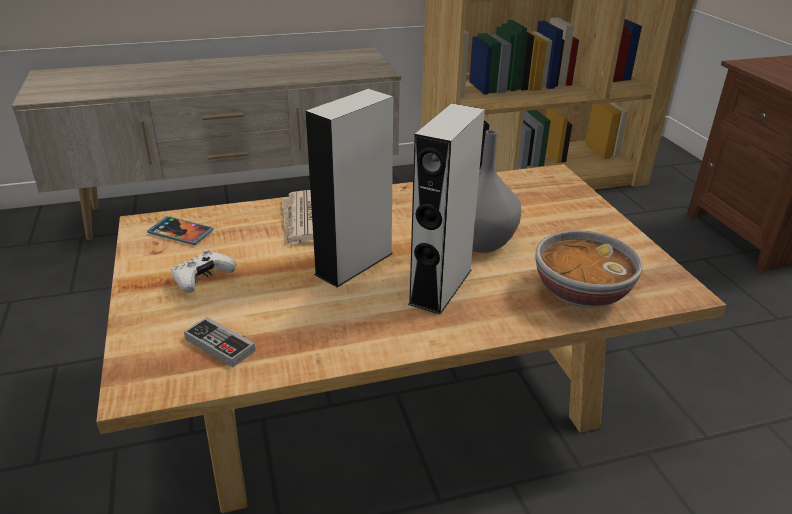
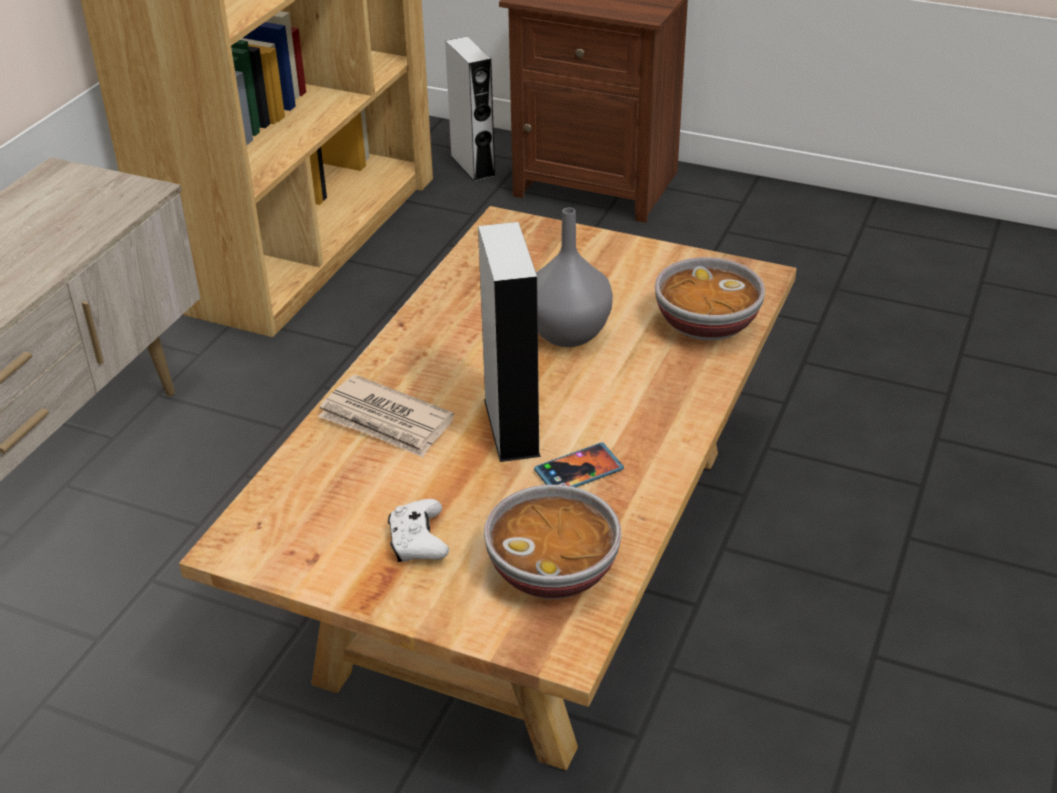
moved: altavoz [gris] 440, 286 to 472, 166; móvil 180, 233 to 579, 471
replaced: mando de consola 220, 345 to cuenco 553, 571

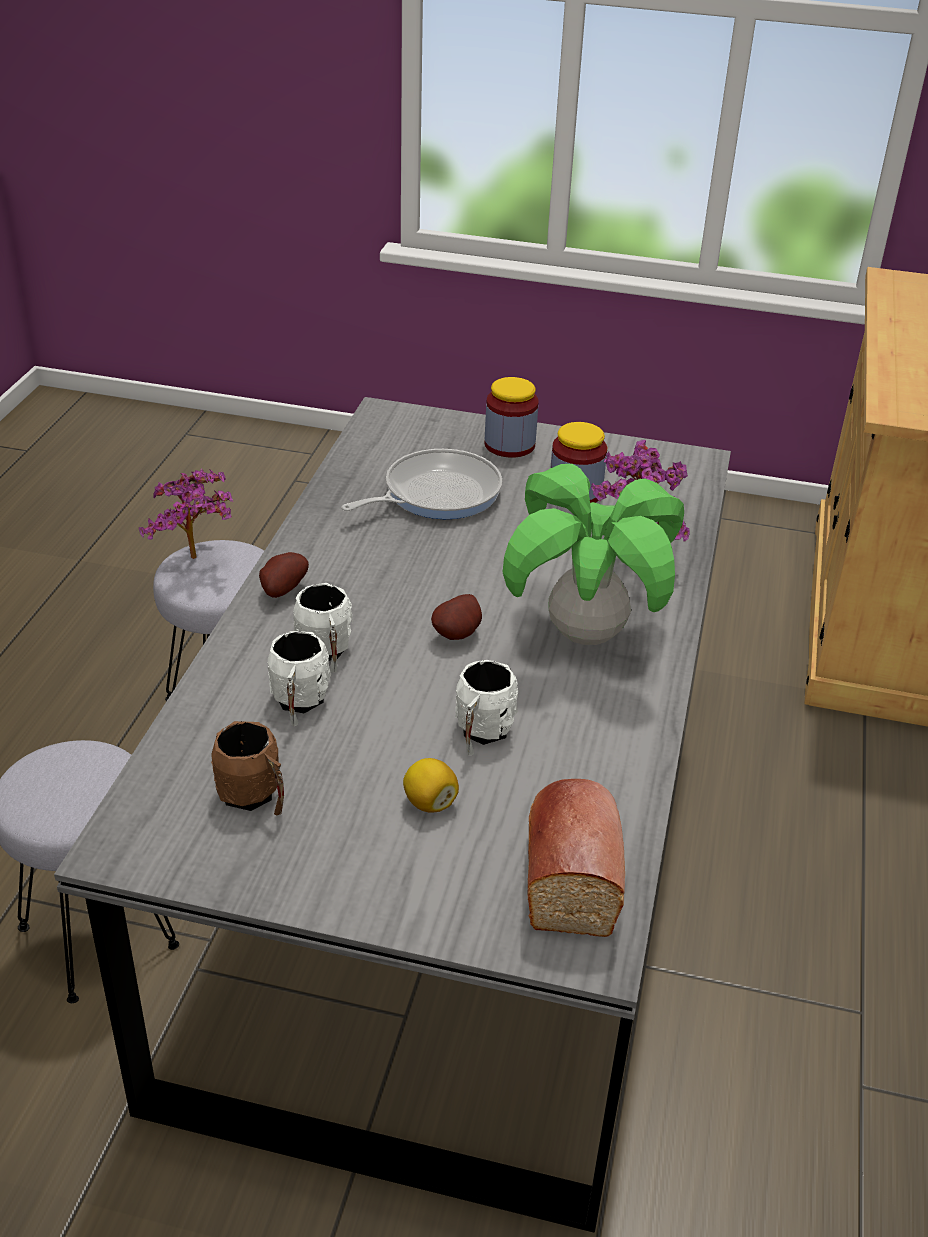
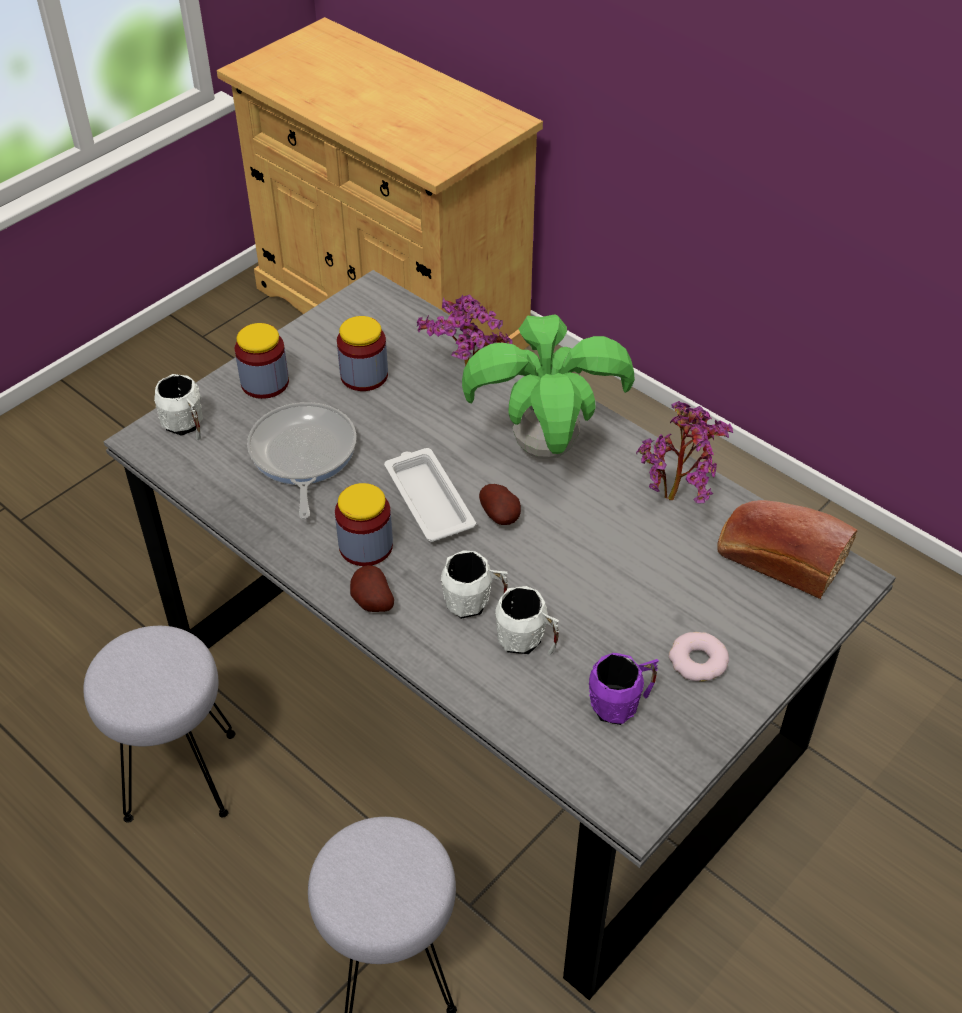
removed: limón 429, 802
added: bandeja [blanco] 428, 499; tarro 366, 546; rosquilla 698, 661
moved: planta en maceta 197, 561 to 678, 498; taza grande [blanco] 481, 734 to 186, 427
recoloured: taza grande [marrón] 255, 797 to taza grande [morado] 621, 704

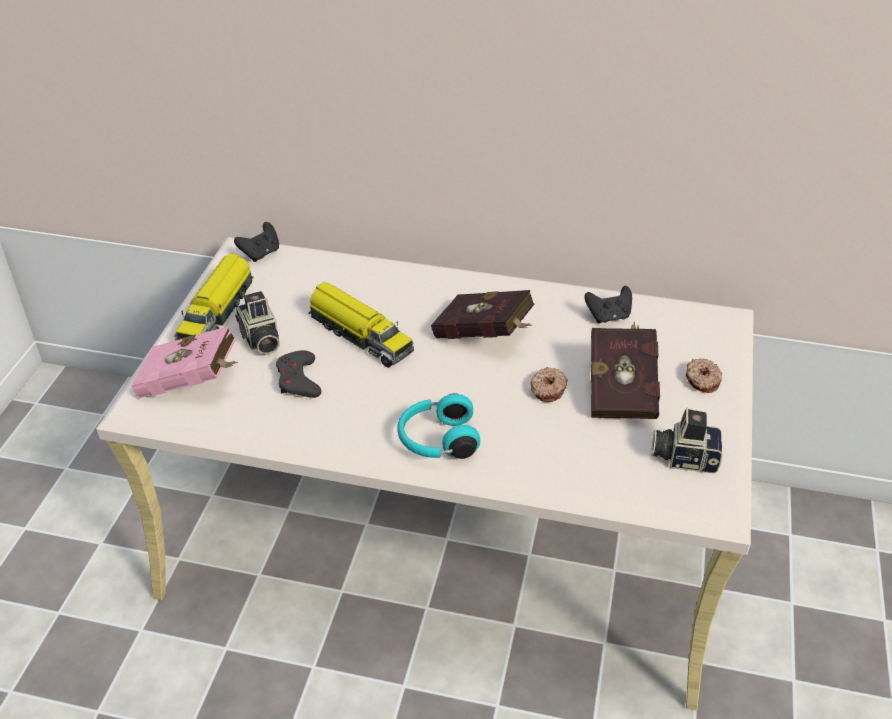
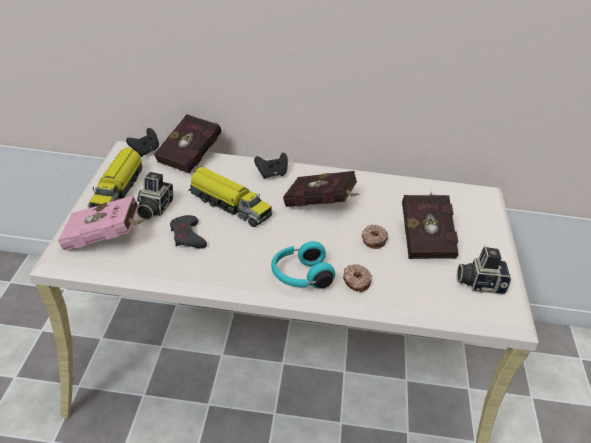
added: libro [rojo] 191, 157
moved: mando de consola [negro] 608, 316 to 271, 174; rosquilla 702, 380 to 356, 282
turned: cámara 260, 339 = 153, 209 45 degrees clockwise

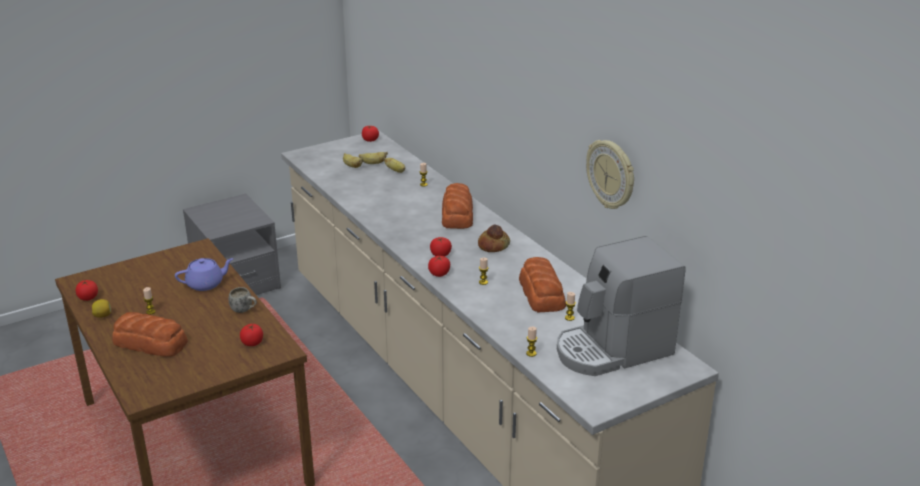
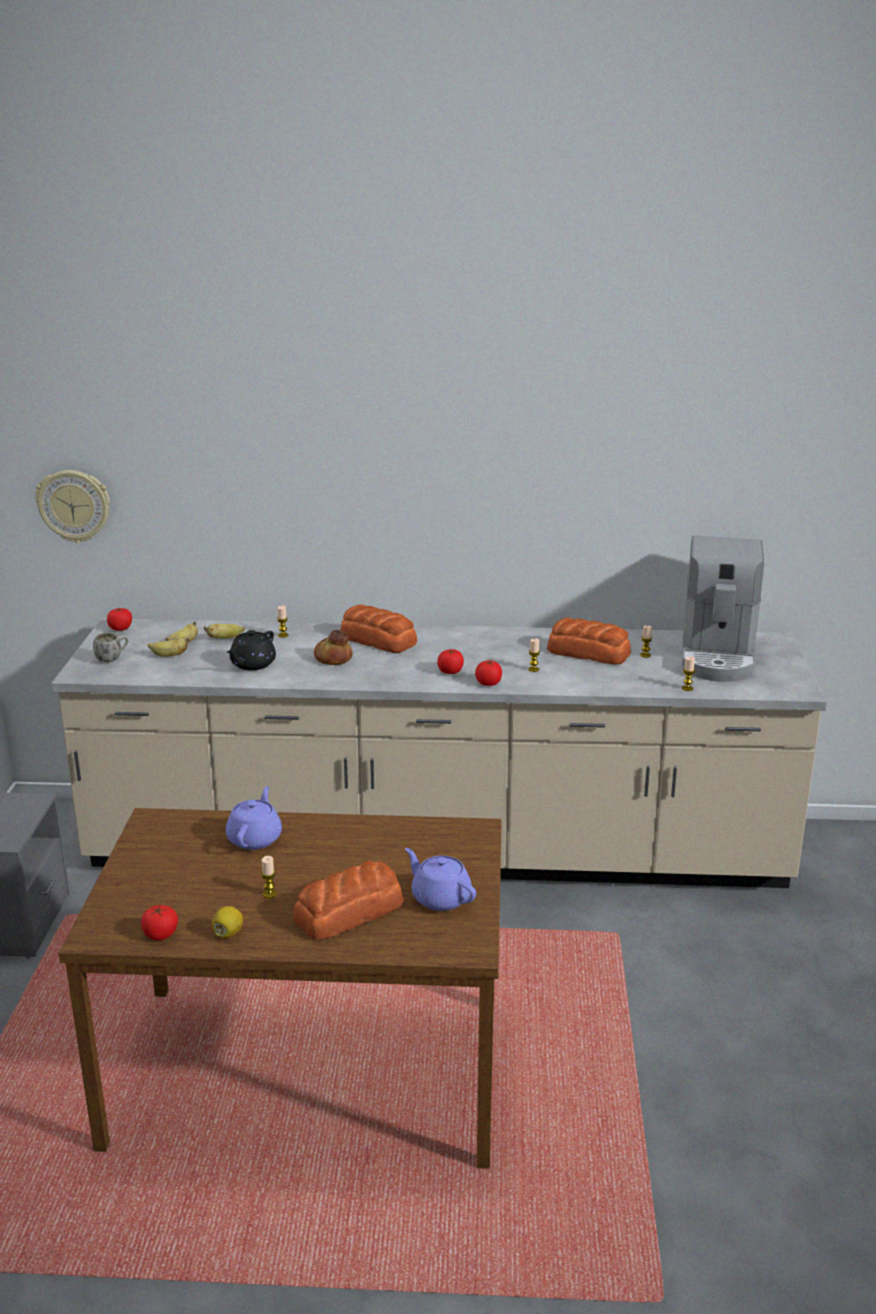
removed: tomate 252, 343
added: tetera [negro] 252, 664; tetera [morado] 440, 898
moved: reloj de pared 611, 174 to 74, 505; pan 493, 245 to 333, 658; taza grande [blanco] 244, 310 to 112, 659

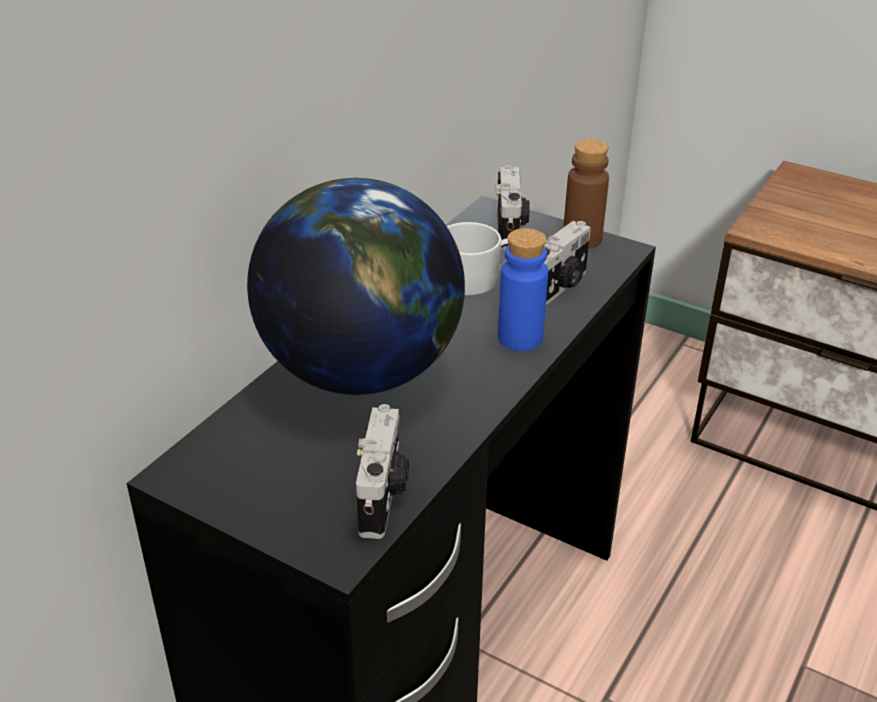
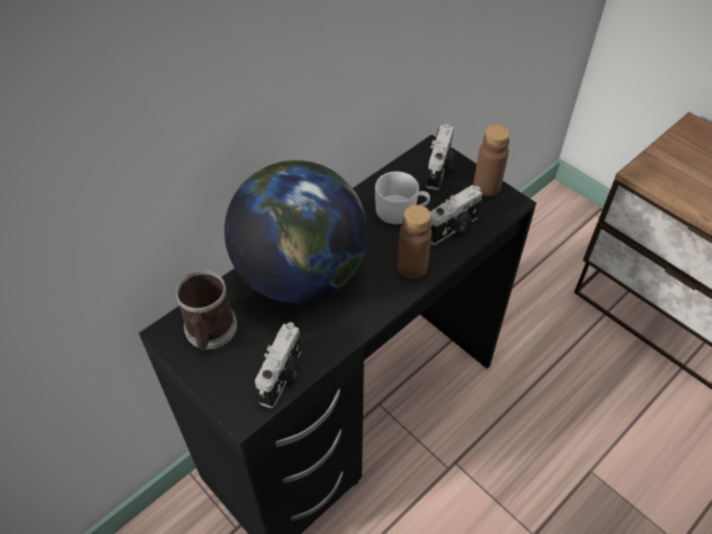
added: taza grande 210, 332
recoloured: botella [azul] 520, 338 to botella [marrón] 412, 267

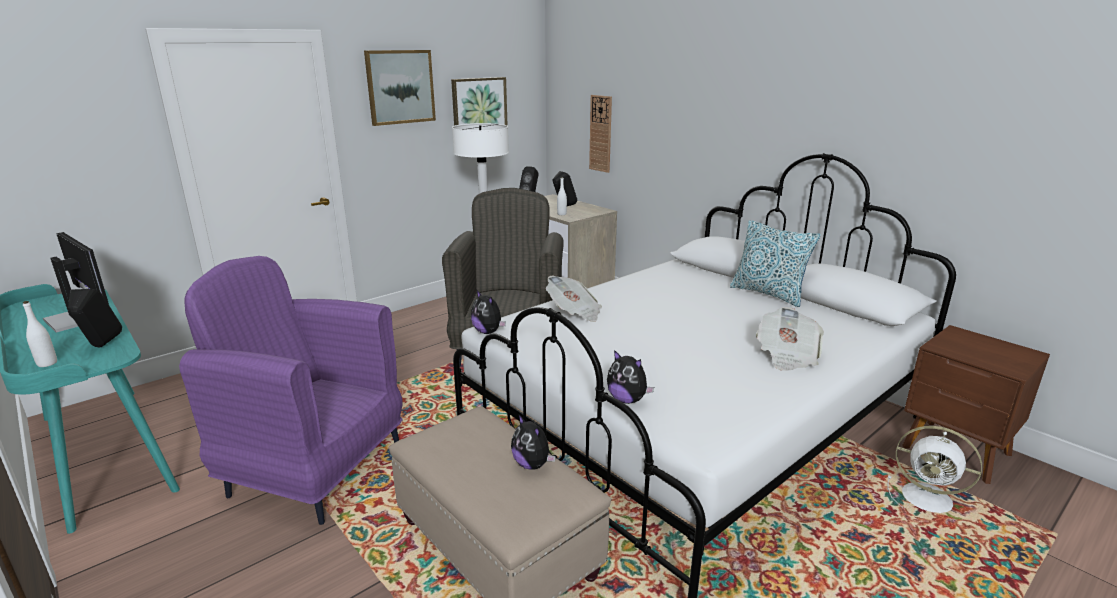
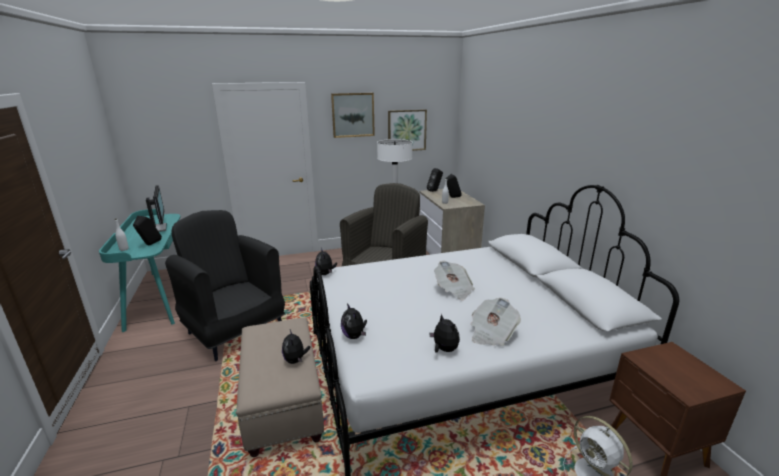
removed: reloj de pared 601, 133; cojín 768, 294
added: peluche 444, 350
moved: periódico 574, 313 to 453, 290
recoloured: sillón [morado] 315, 469 to sillón [negro] 235, 330

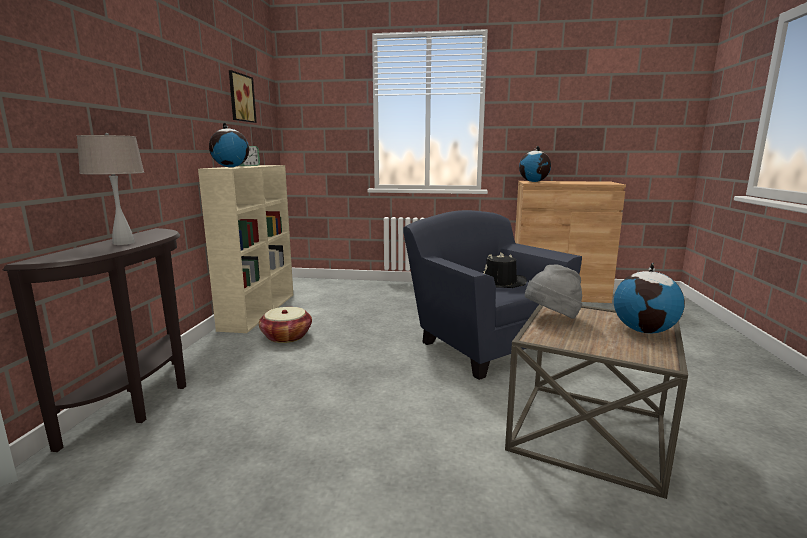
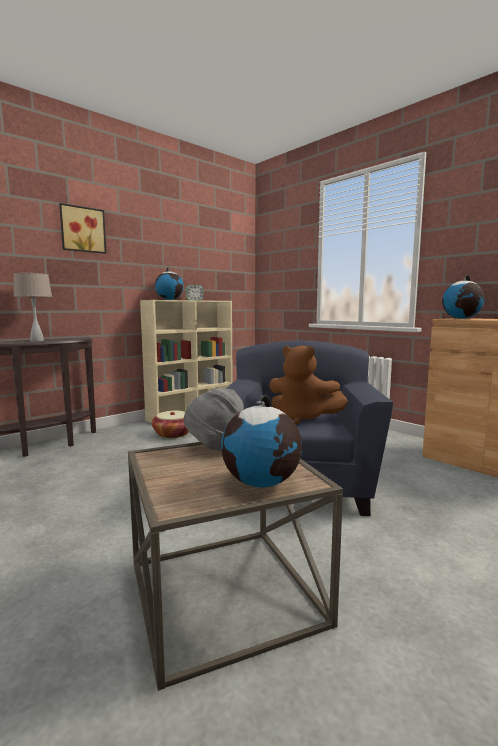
moved: cuadro 240, 98 to 82, 229
replaced: sombrero [negro] 500, 283 to peluche [marrón] 303, 418

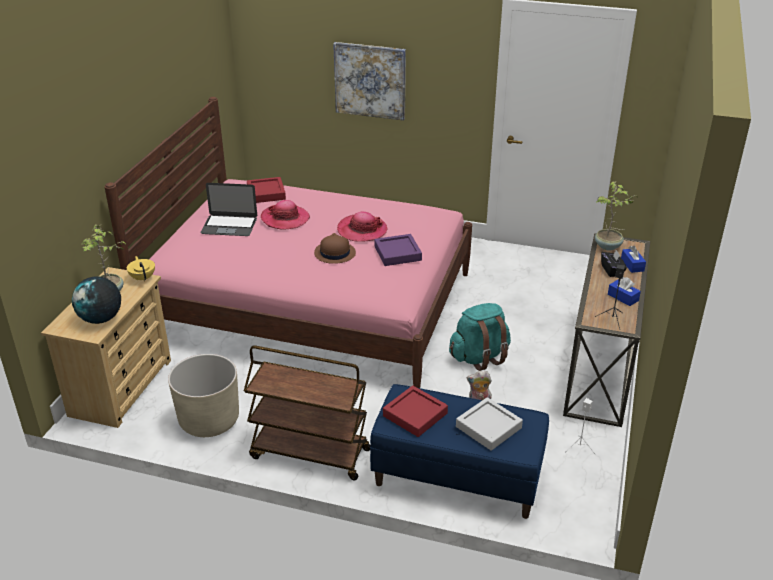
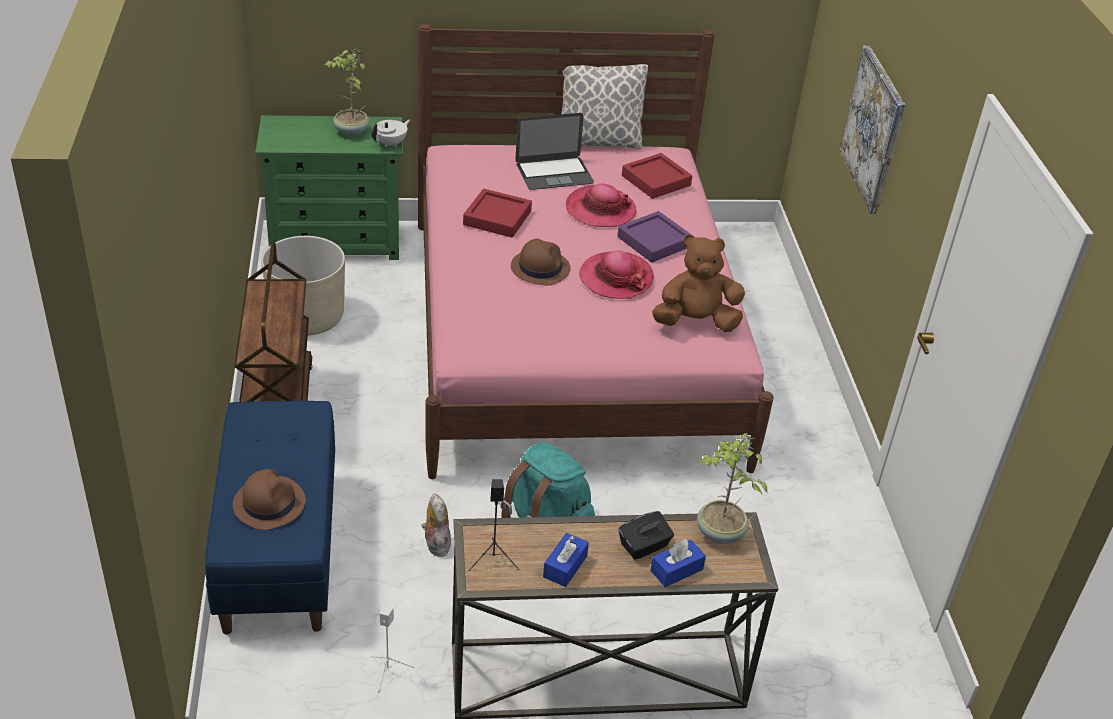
removed: globo terráqueo 101, 319
added: cojín 598, 141; peluche [marrón] 695, 322
moved: bandeja [morado] 397, 253 to 654, 242; bandeja [rojo] 415, 415 to 497, 218
replaced: bandeja [gris] 488, 427 to sombrero [marrón] 269, 503
recoloured: tetera [amarillo] 143, 278 to tetera [blanco] 391, 143; cómoda [beis] 121, 387 to cómoda [verde] 336, 241
turned: portátil 229, 225 = 554, 173 90 degrees counterclockwise

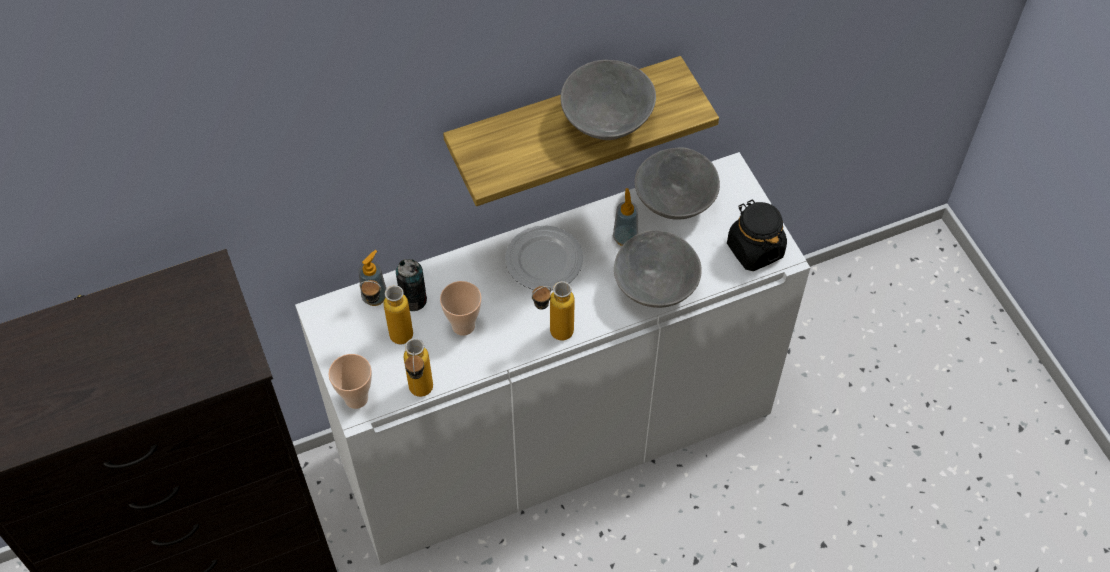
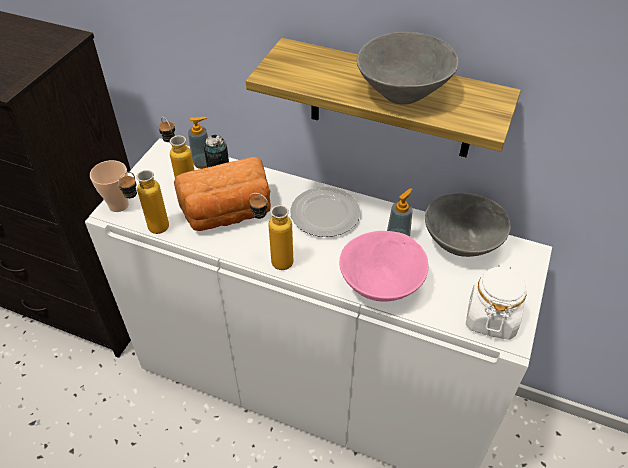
replaced: taza 463, 325 to pan 228, 213
recoloured: tarro [negro] 754, 249 to tarro [blanco] 491, 318; cuenco [gris] 655, 286 to cuenco [rosa] 382, 285

